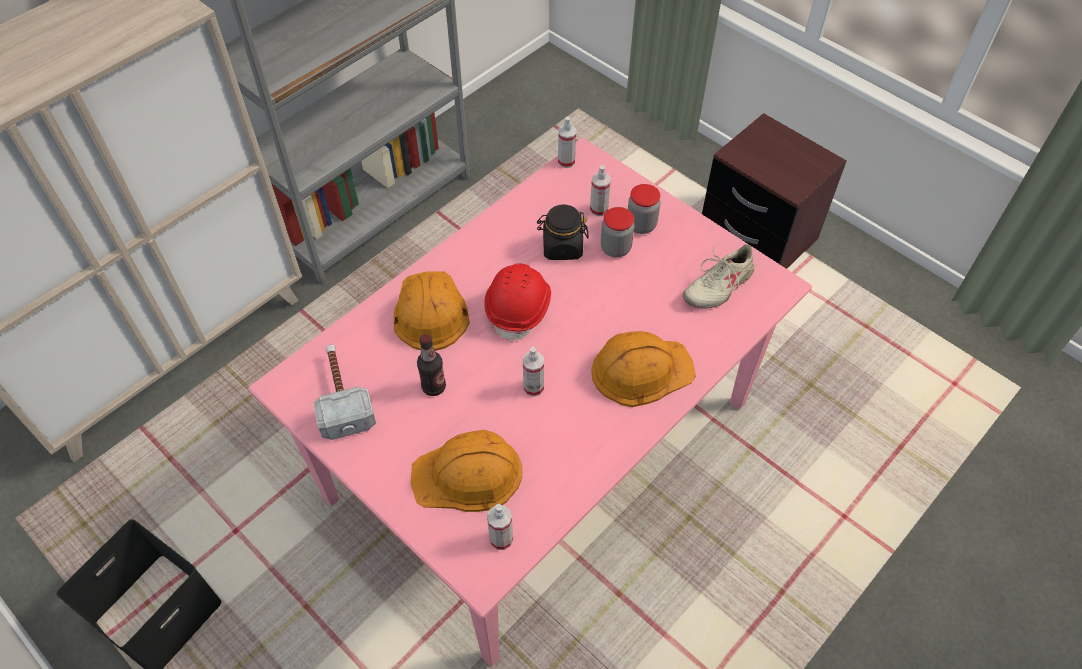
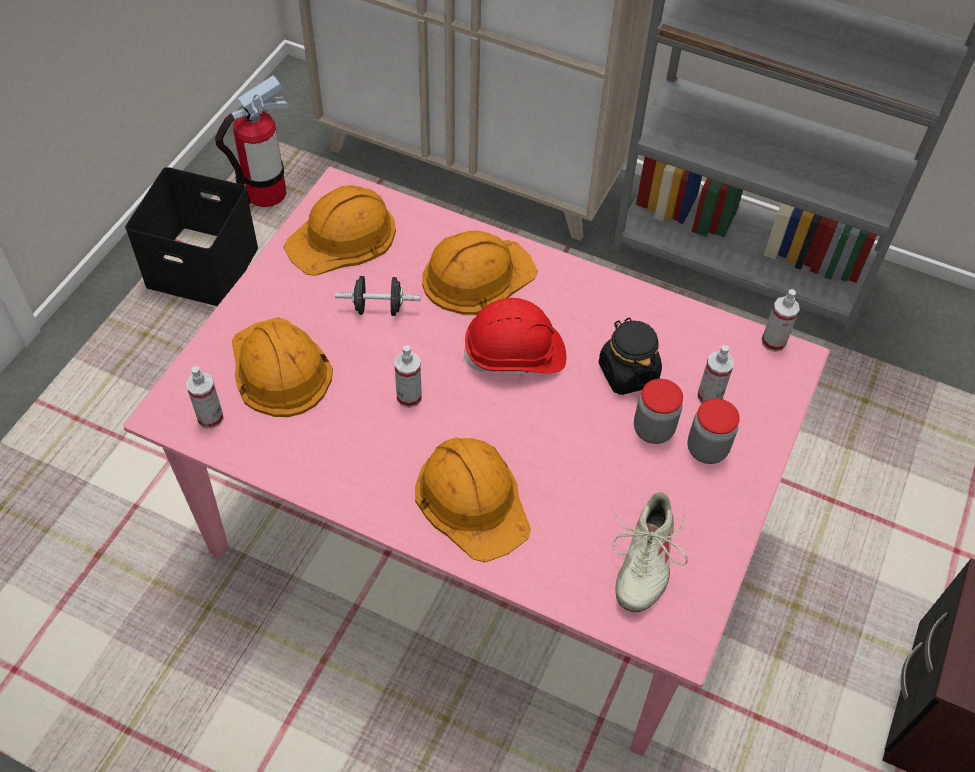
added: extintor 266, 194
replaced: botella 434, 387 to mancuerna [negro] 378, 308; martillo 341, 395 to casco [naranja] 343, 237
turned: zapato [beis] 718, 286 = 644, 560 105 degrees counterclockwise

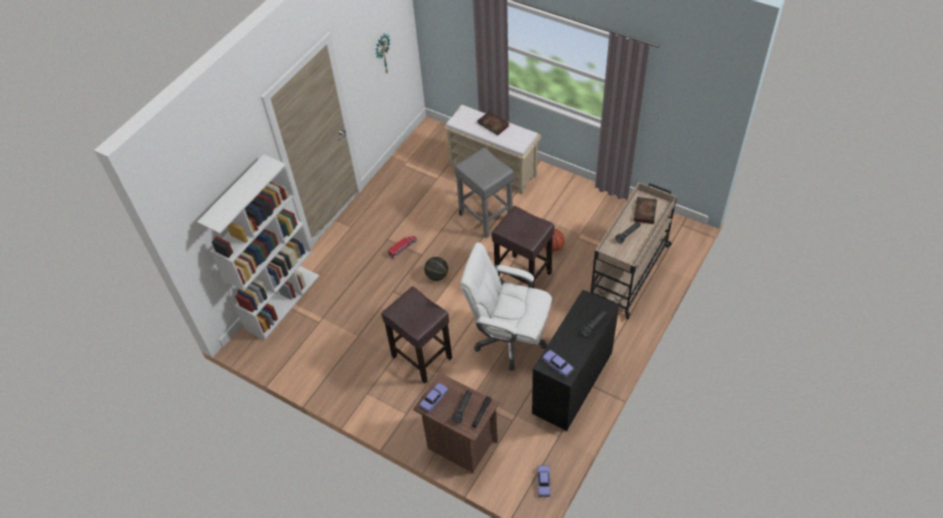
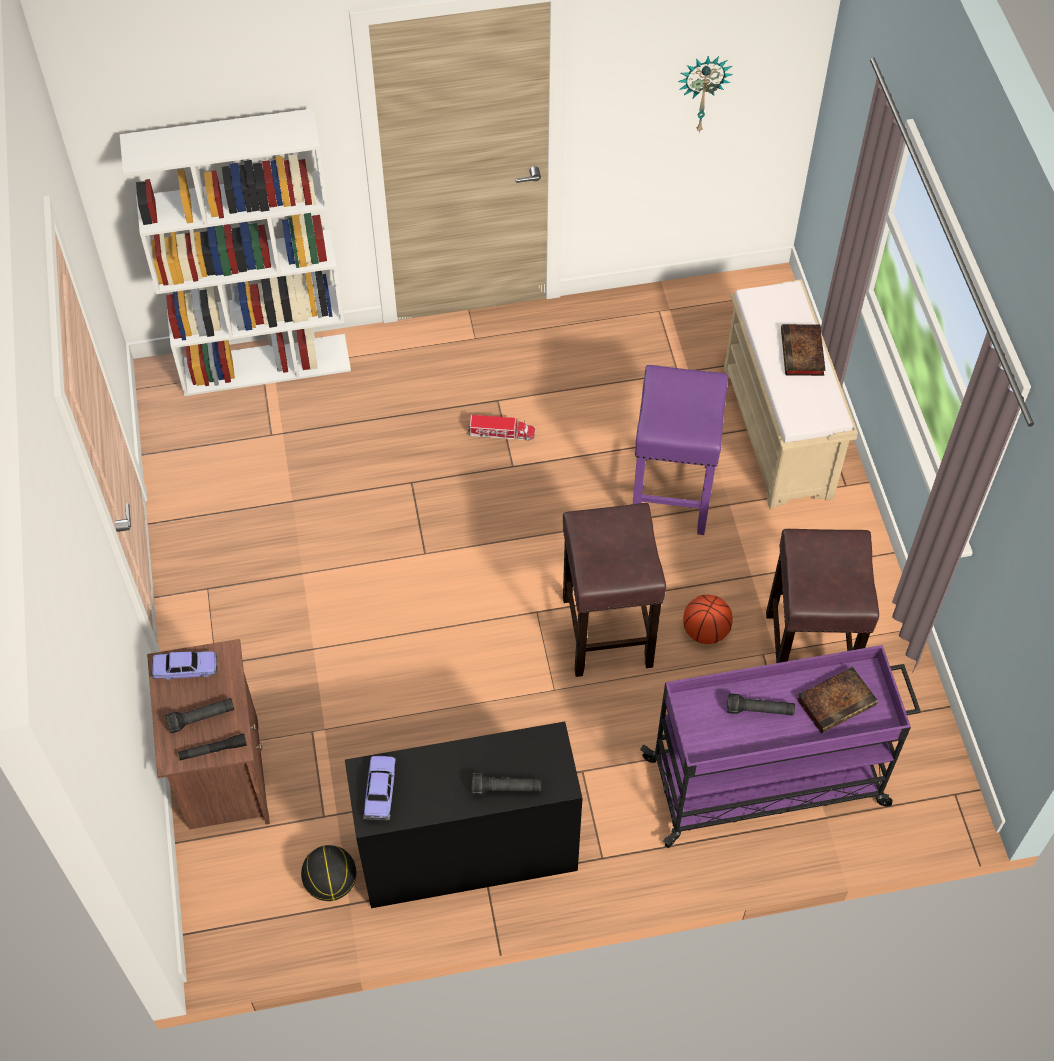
removed: silla de oficina [blanco] 509, 339; coche de juguete 543, 482
moved: balón de baloncesto 437, 276 to 331, 883; taburete [marrón] 422, 357 to 807, 654
recoloured: taburete [gris] 486, 217 to taburete [morado] 672, 496; carrito [beis] 629, 272 to carrito [morado] 768, 781

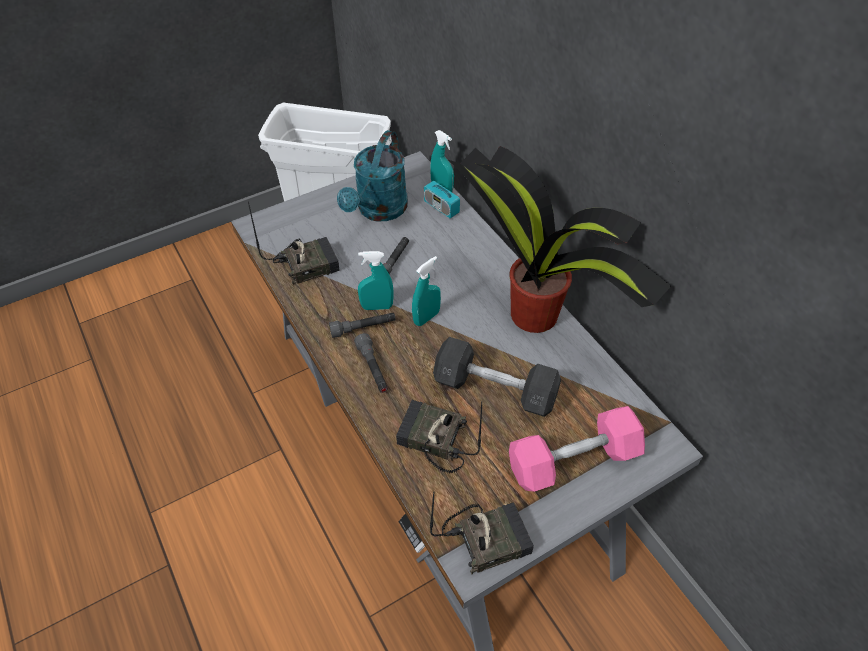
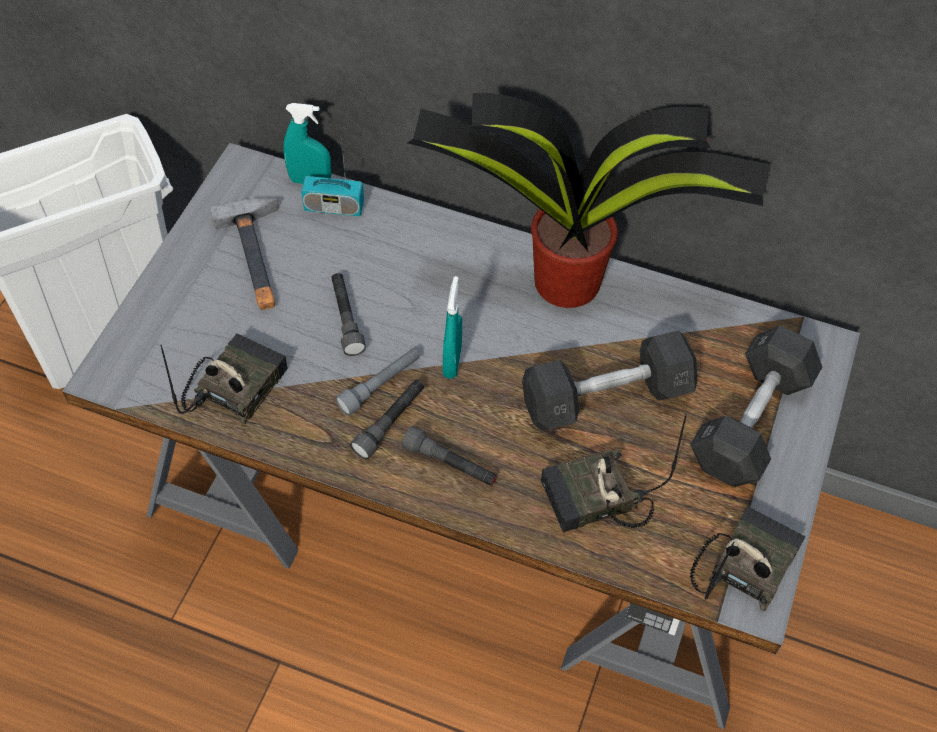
replaced: regadera [turquesa] 379, 211 to martillo 258, 258; pulverizador [turquesa] 377, 307 to linterna [gris] 380, 385
recoloured: mancuerna [rosa] 573, 460 to mancuerna [gris] 751, 421

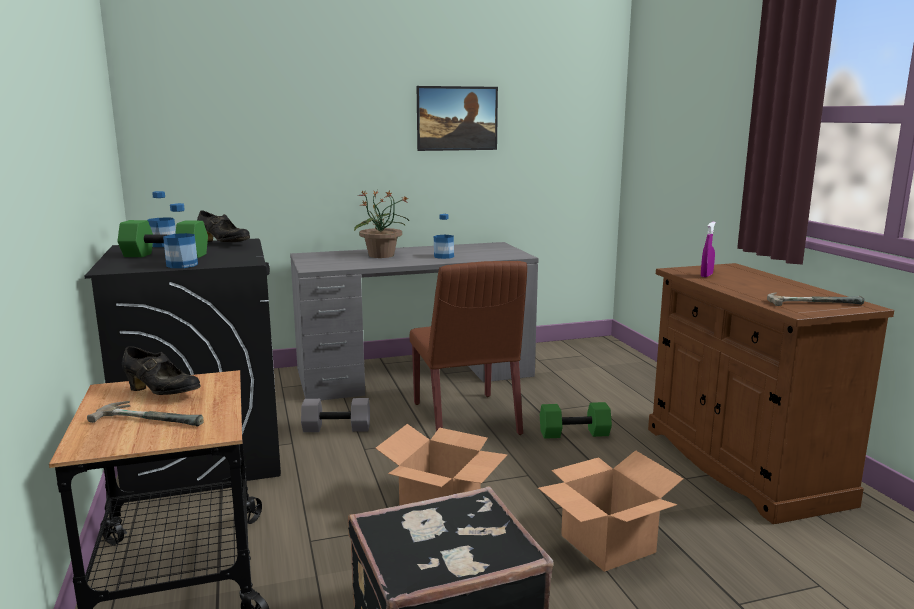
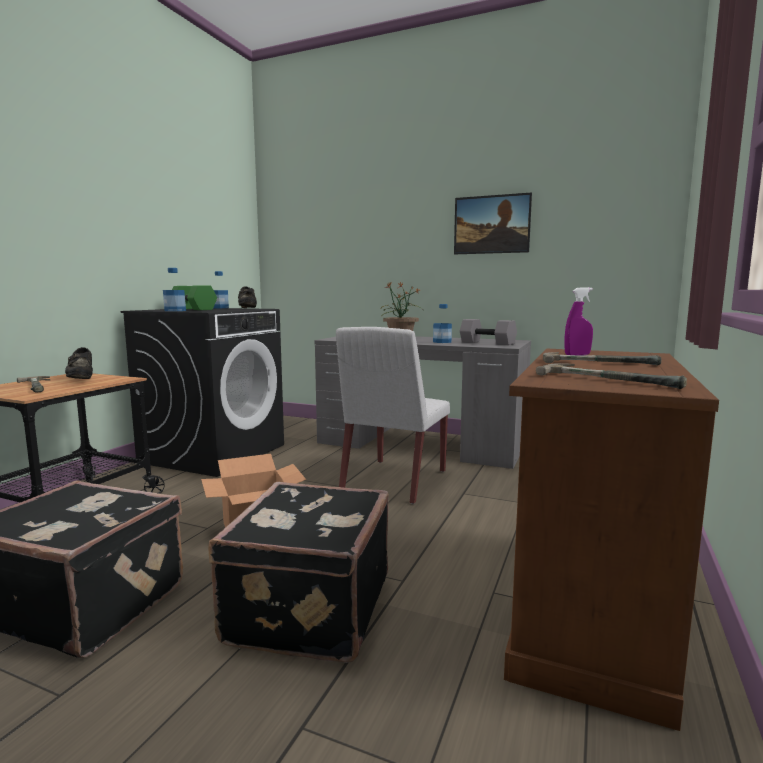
removed: mancuerna [verde] 574, 433
added: martillo 597, 362
moved: mancuerna [gris] 337, 428 to 488, 343
replaced: caja de cartón 609, 544 to maleta [negro] 306, 608
recoloured: silla [marrón] 466, 419 to silla [blanco] 394, 481

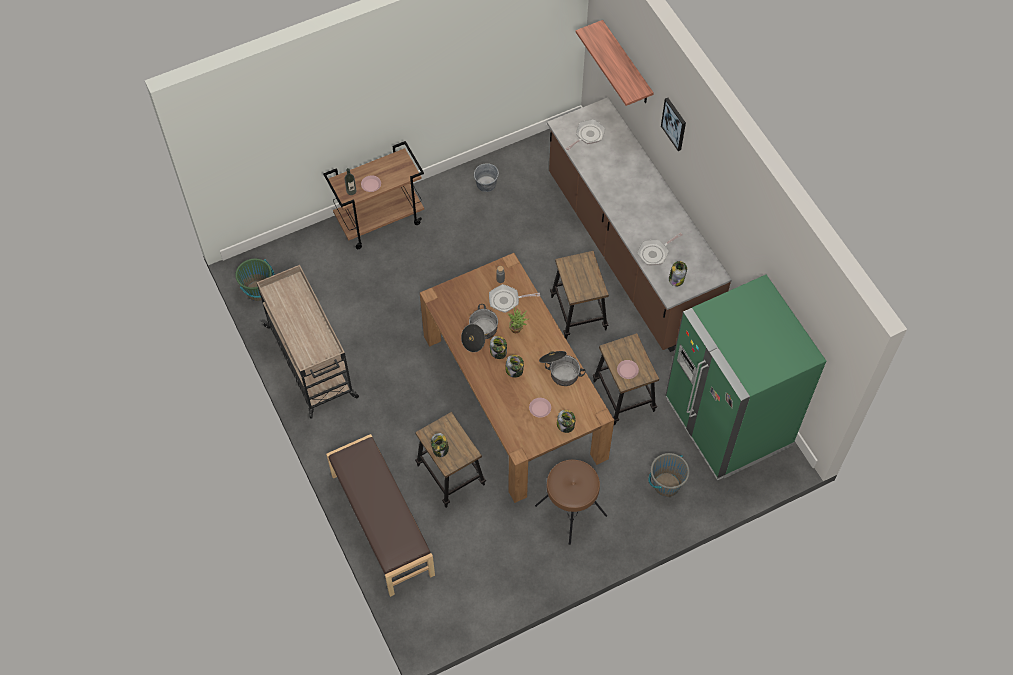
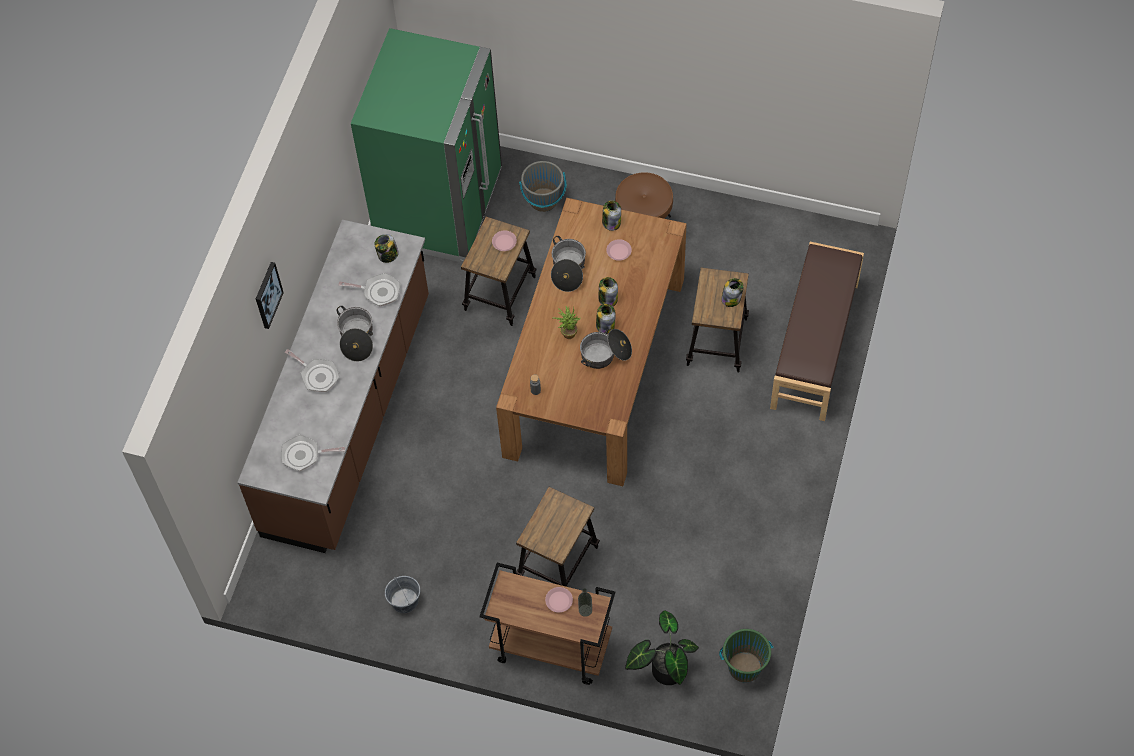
removed: estante 626, 64; carrito [beis] 311, 363
added: olla 356, 338; planta en maceta 664, 668
moved: taburete 578, 313 to 558, 562; sartén 507, 300 to 317, 375

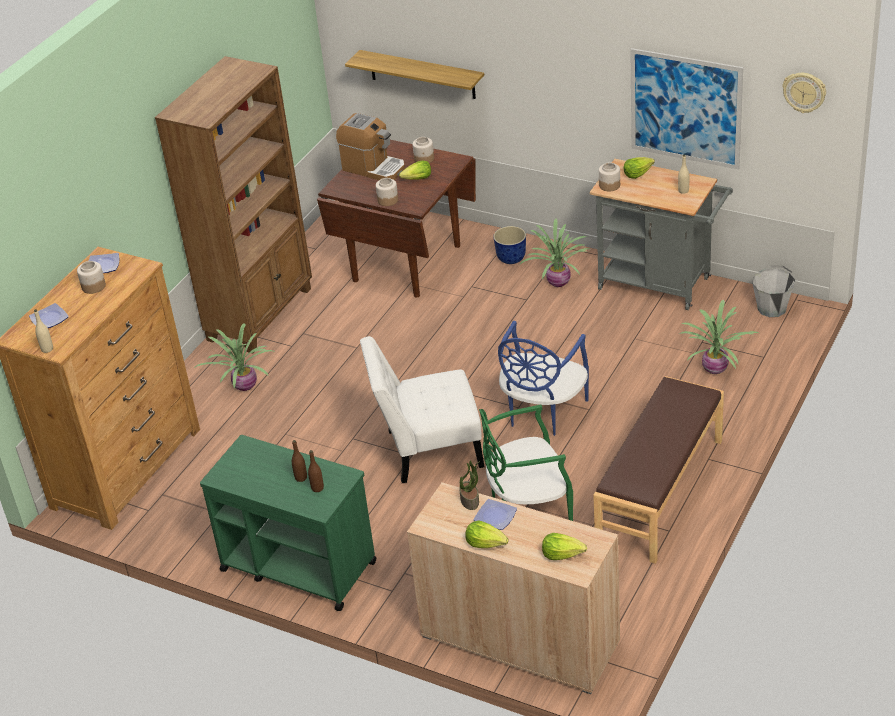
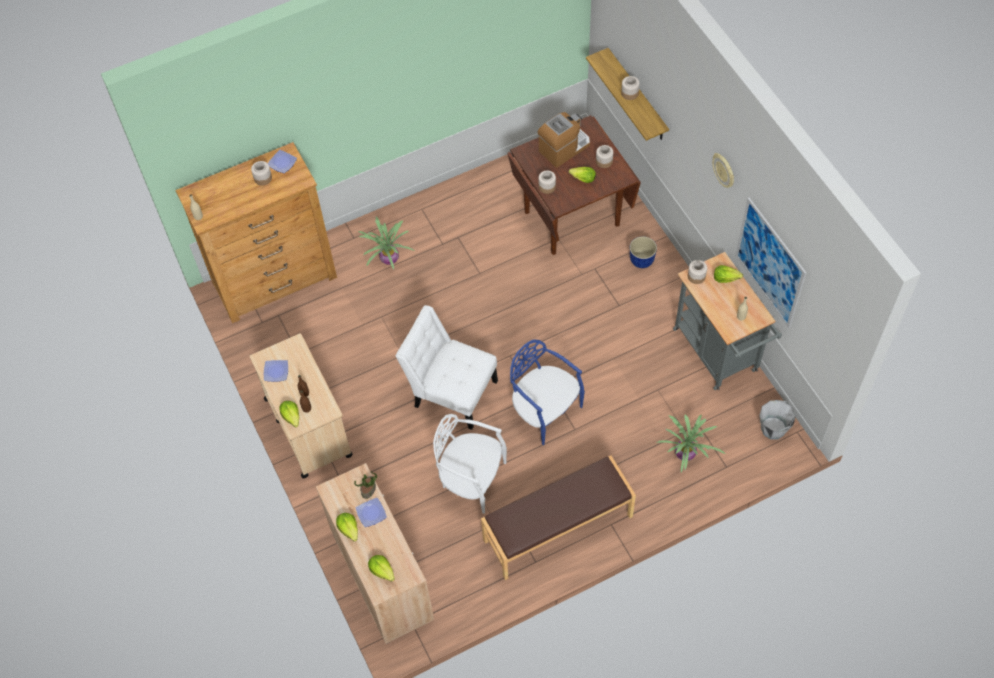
removed: estantería [marrón] 261, 314; planta en maceta 558, 281
added: tarro 629, 93; lechuga 292, 416
moved: reloj de pared 804, 92 to 724, 171; plato 50, 319 to 276, 372
recoloured: silla [verde] 528, 505 to silla [blanco] 471, 479; carrito [verde] 297, 566 to carrito [beis] 308, 426
turned: cafetera 373, 168 = 564, 148 105 degrees counterclockwise; silla [azul] 542, 412 = 544, 410 75 degrees clockwise

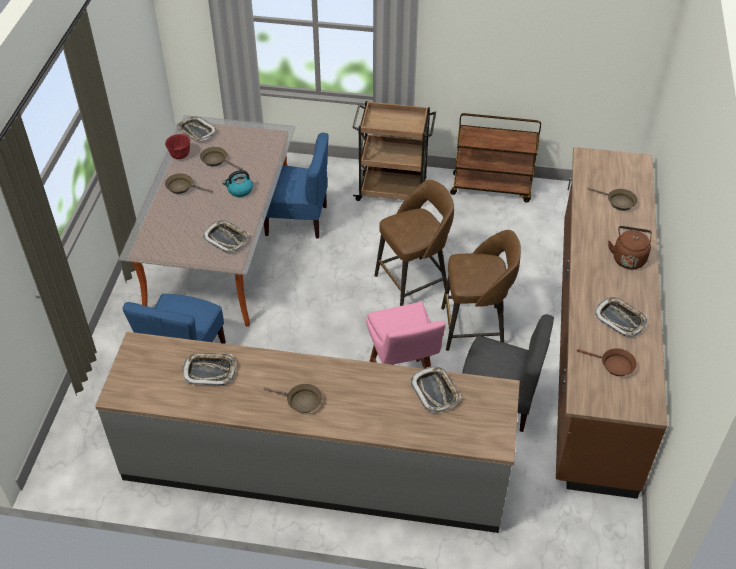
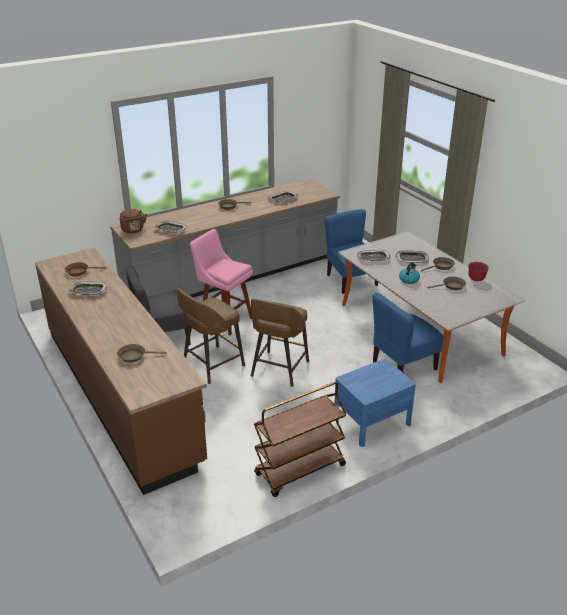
moved: bandeja 196, 131 to 412, 259; hervidor [marrón] 628, 258 to 133, 230
replaced: carrito [marrón] 393, 190 to mesita de noche [azul] 371, 421

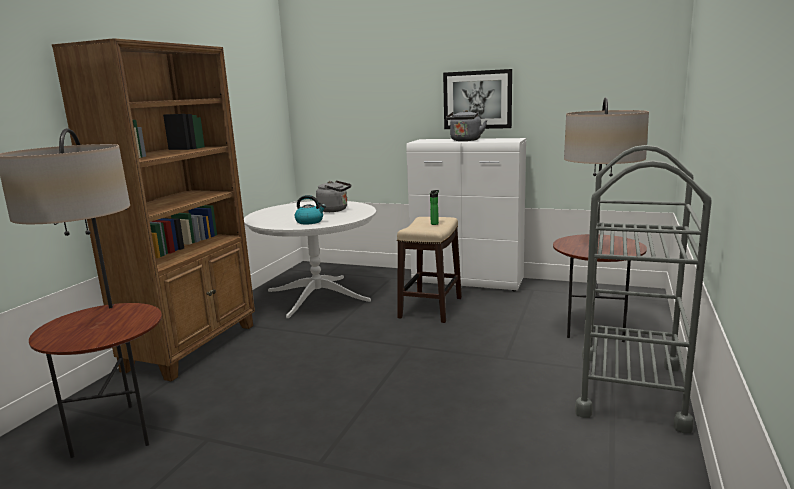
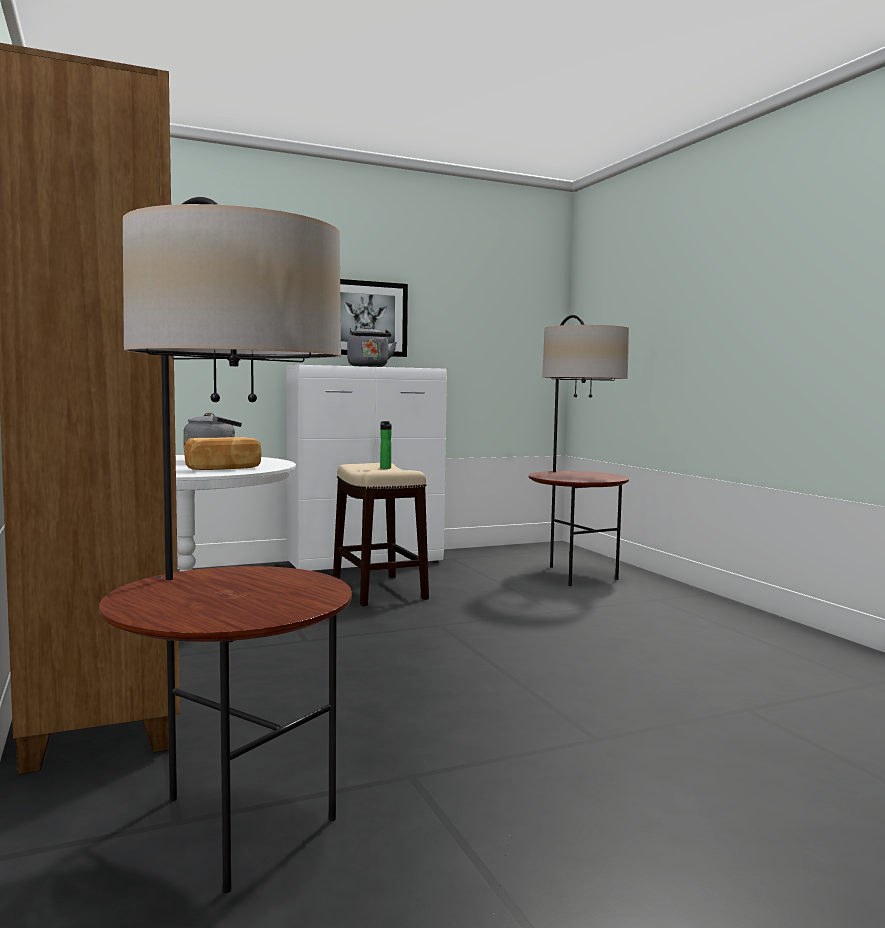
removed: carrito [gris] 630, 389
replaced: hervidor 310, 221 to pan 224, 469

